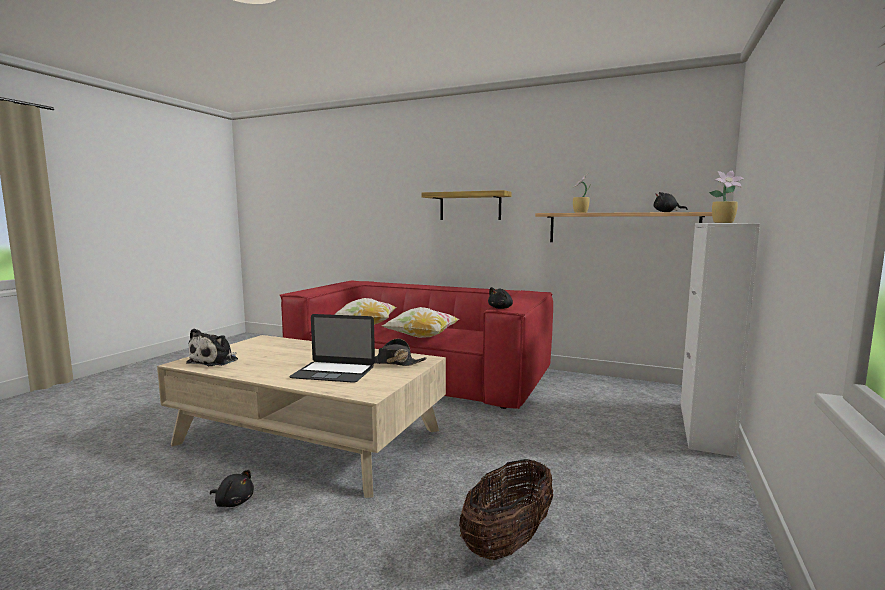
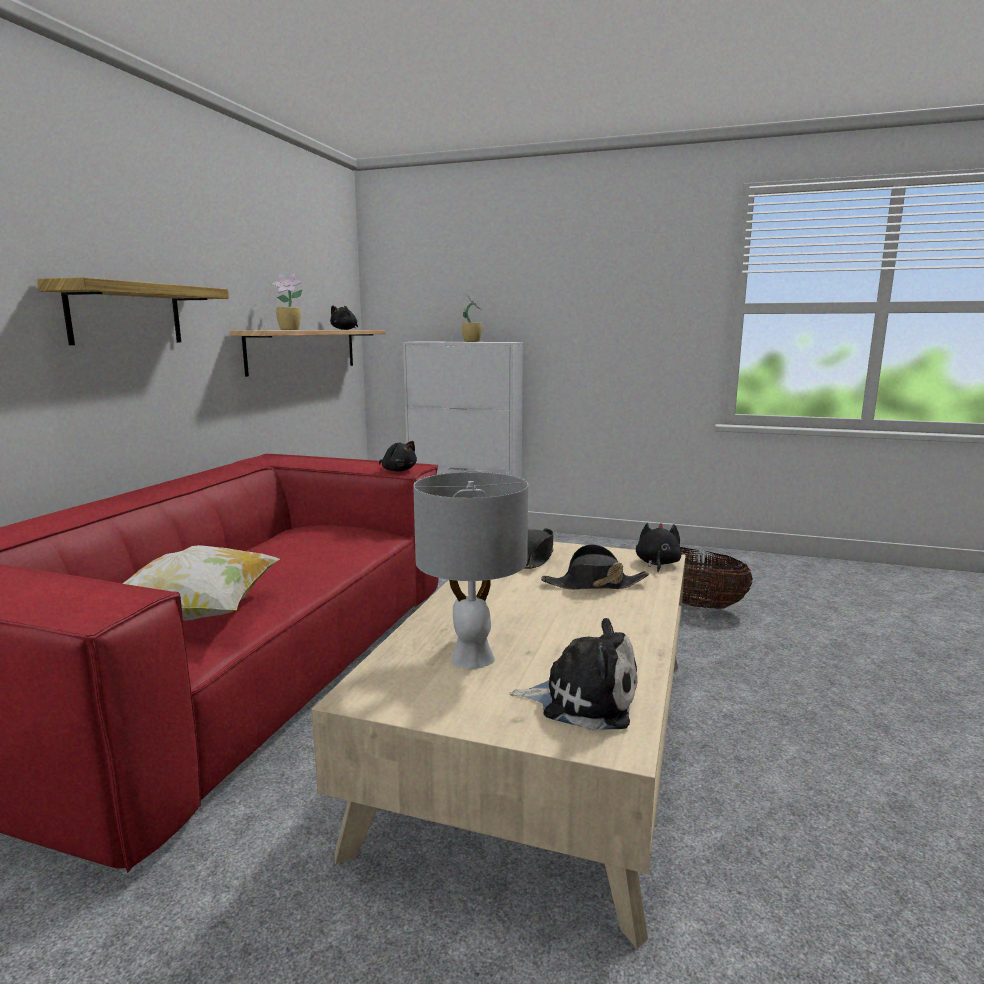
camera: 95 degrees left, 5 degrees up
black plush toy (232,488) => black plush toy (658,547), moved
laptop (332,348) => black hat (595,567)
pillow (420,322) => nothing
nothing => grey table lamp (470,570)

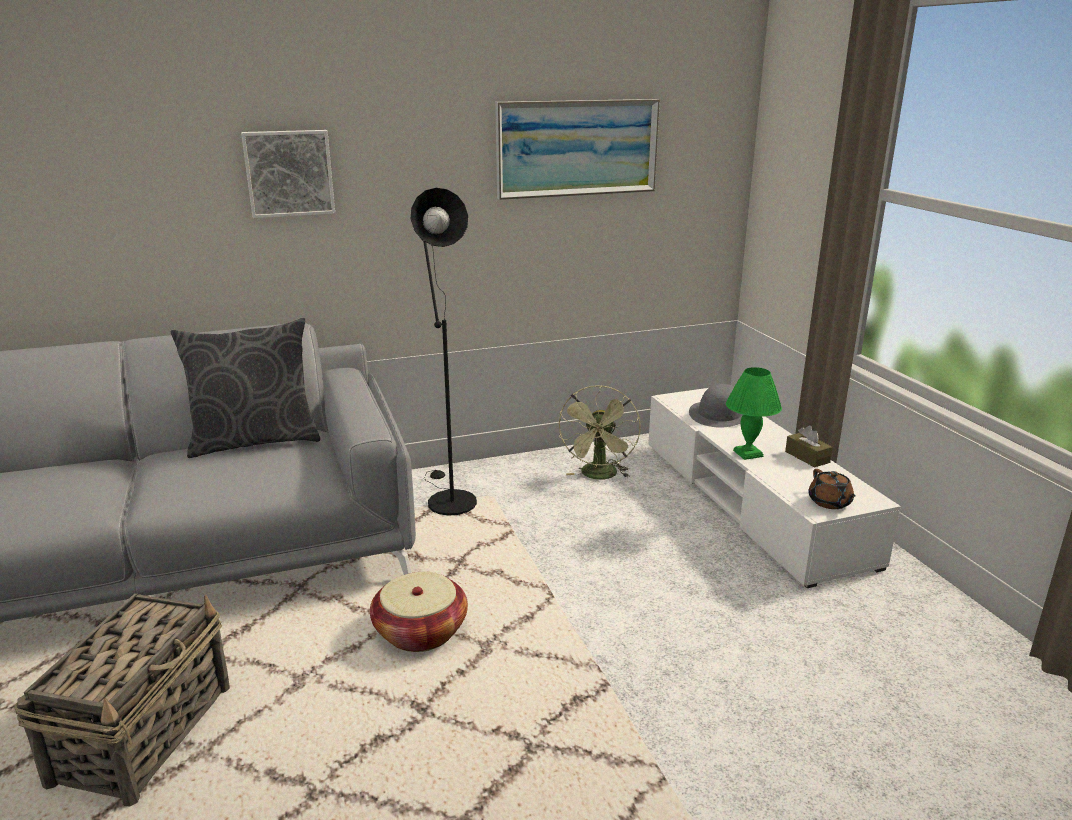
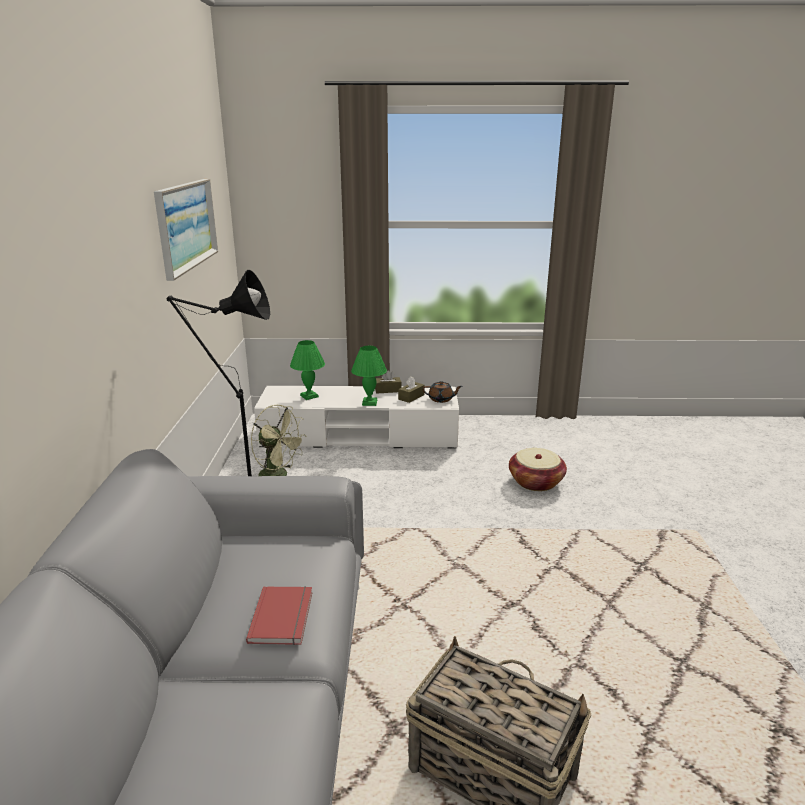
camera: 70 degrees left, 0 degrees up
grey pillow (245,388) => nothing
picture (288,174) => nothing
basket (419,612) => basket (538,469), moved
grey hat (716,405) => green table lamp (307,370)
nothing => red book (279,615)
nothing => brown tissue box (411,390)

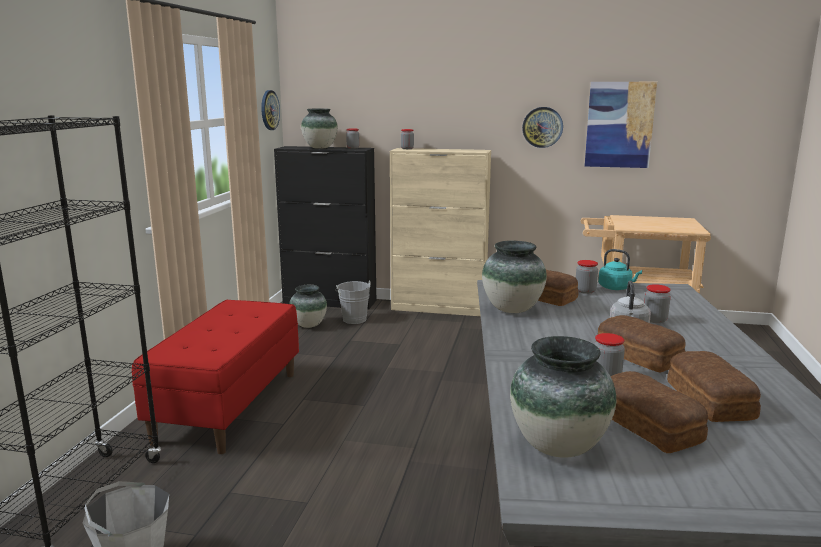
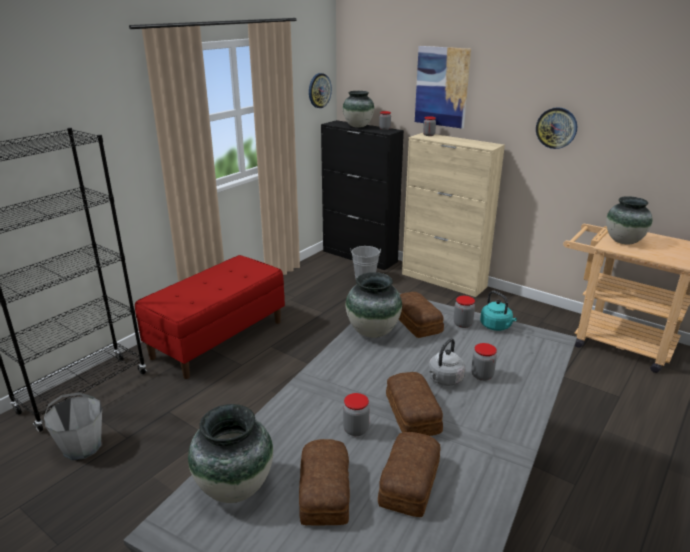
camera: 25 degrees right, 10 degrees up
vase (308,306) => vase (629,220), moved
picture (621,125) => picture (443,87), moved

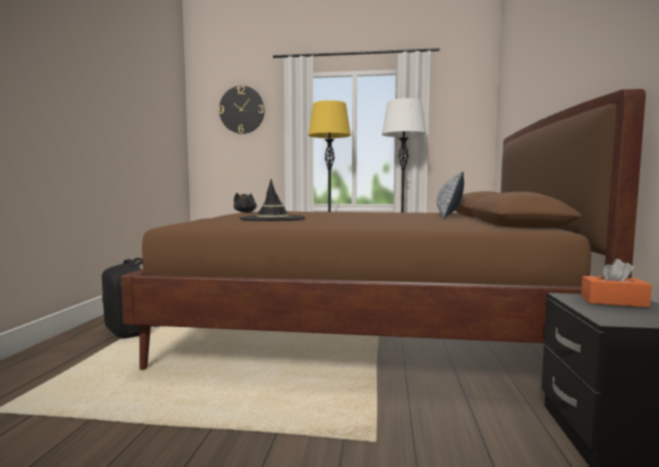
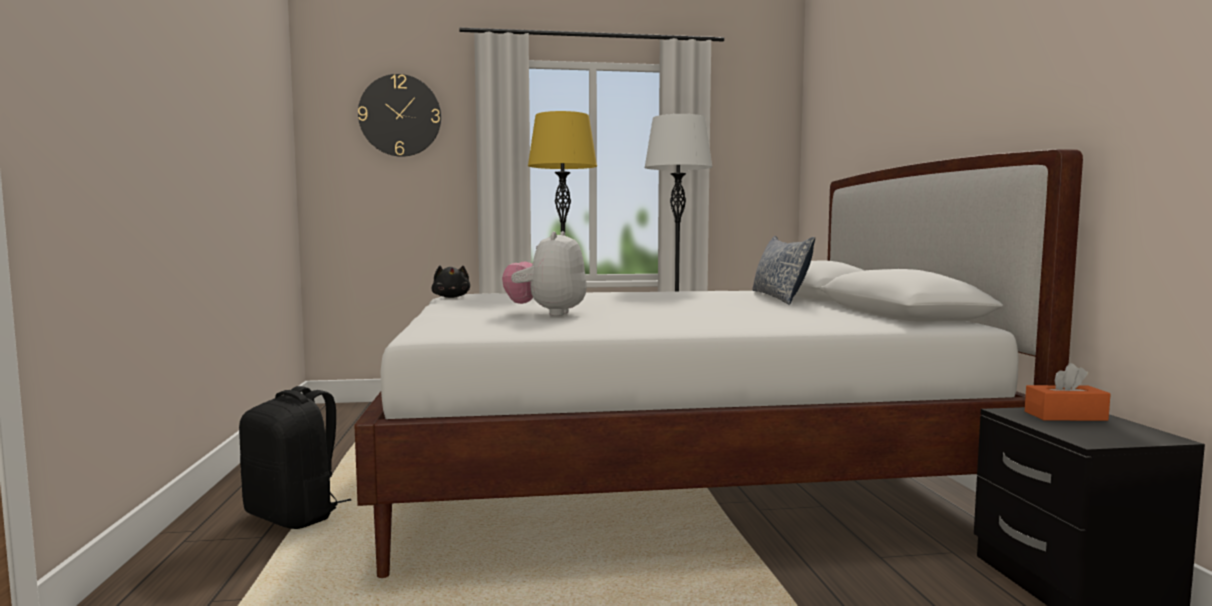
camera: 15 degrees left, 0 degrees up
brown bed (383,229) => white bed (718,363)
black hat (272,200) => plush toy (544,273)

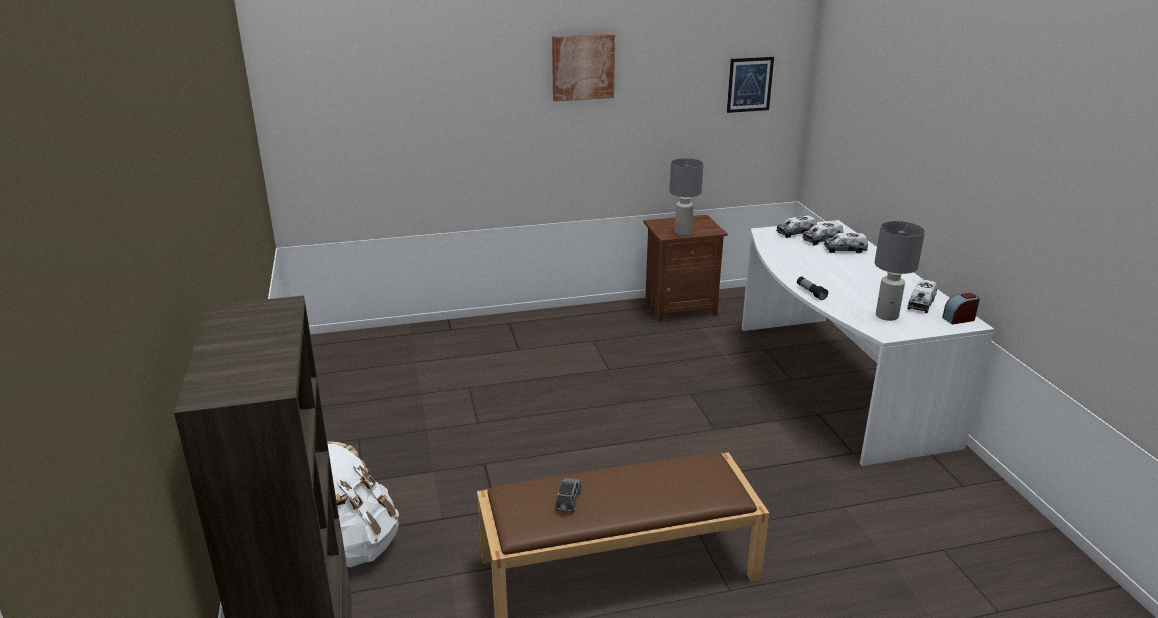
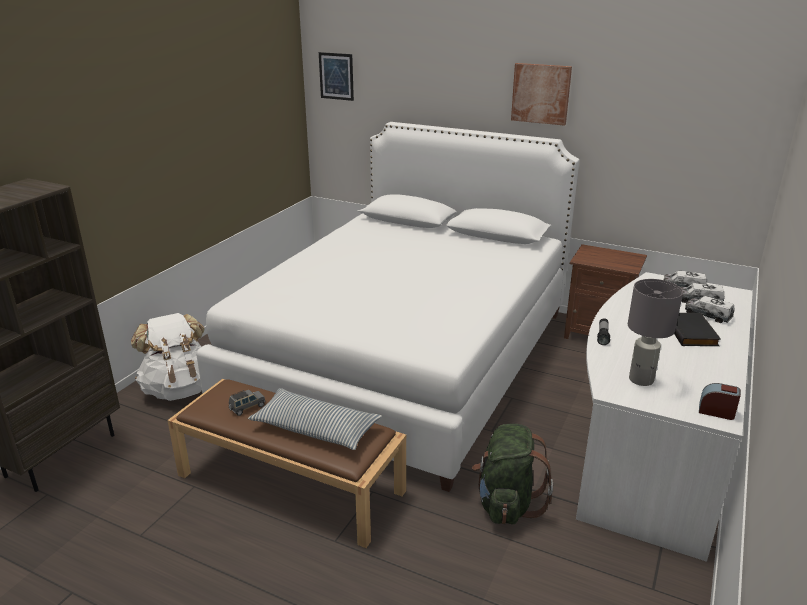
camera: 40 degrees right, 0 degrees up
grey table lamp (686,197) => nothing
picture (750,85) => picture (336,76), moved
toy truck (922,296) => nothing
nothing => white bed (387,307)
nothing => pillow (315,419)
nothing => green backpack (512,474)
nothing => black book (697,329)

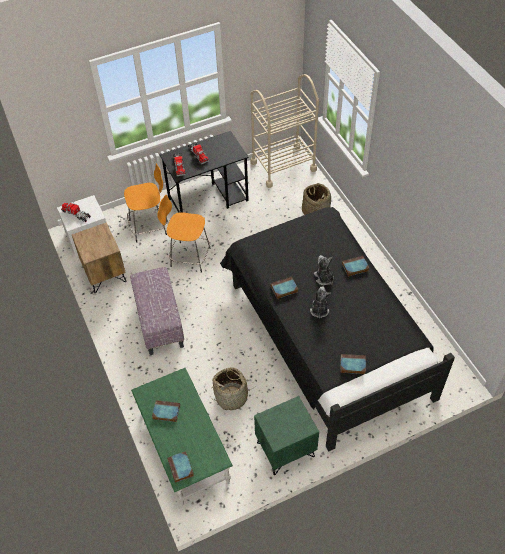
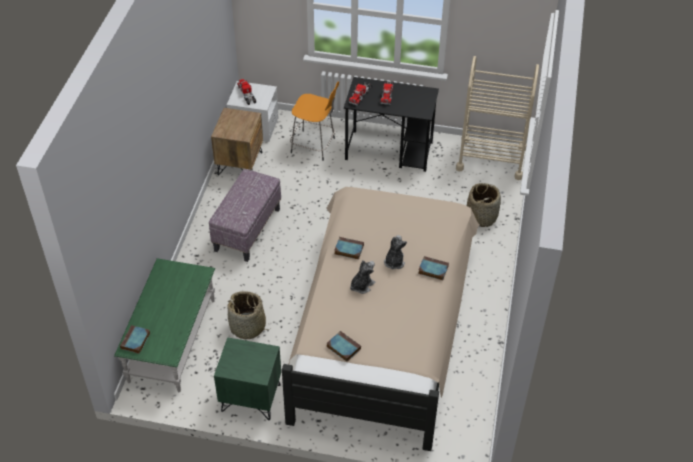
camera: 35 degrees right, 5 degrees down
book (166,411) => nothing
orange stool (183,234) => nothing
black bed (337,329) => beige bed (381,319)

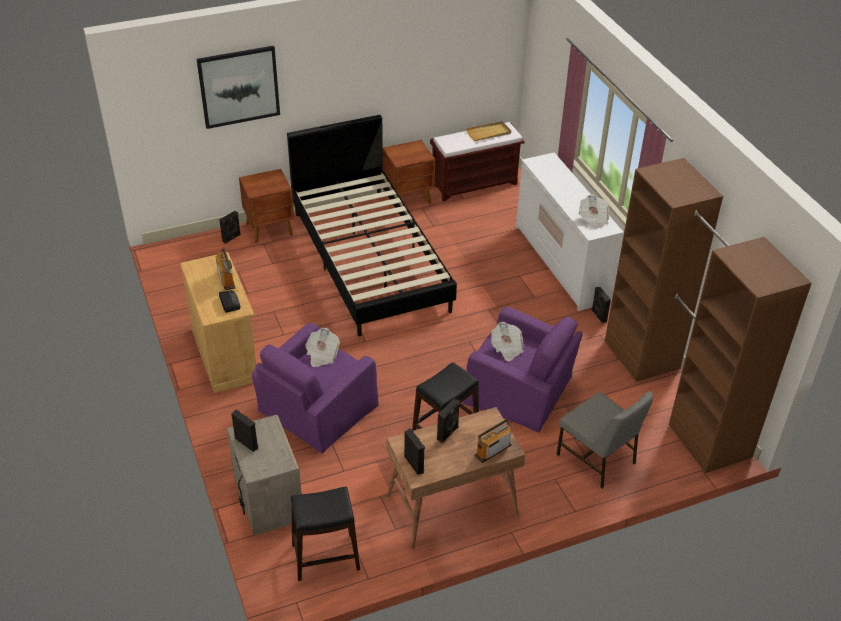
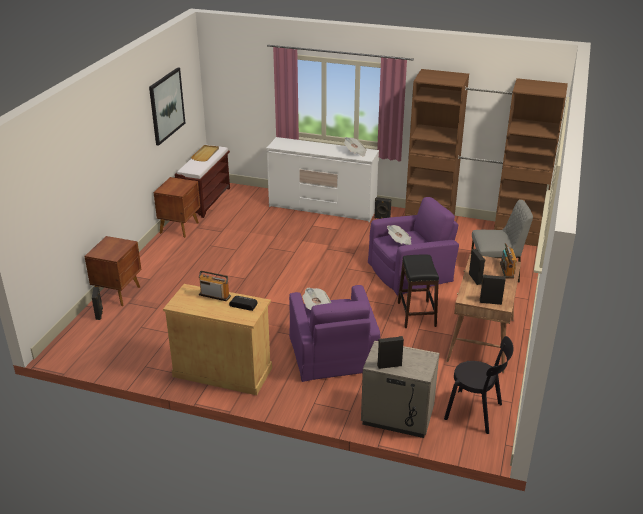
camera: 50 degrees left, 10 degrees down
picture (238,87) => picture (167,106), moved
black bed (372,226) => nothing
black stool (325,534) => black chair (478,385)

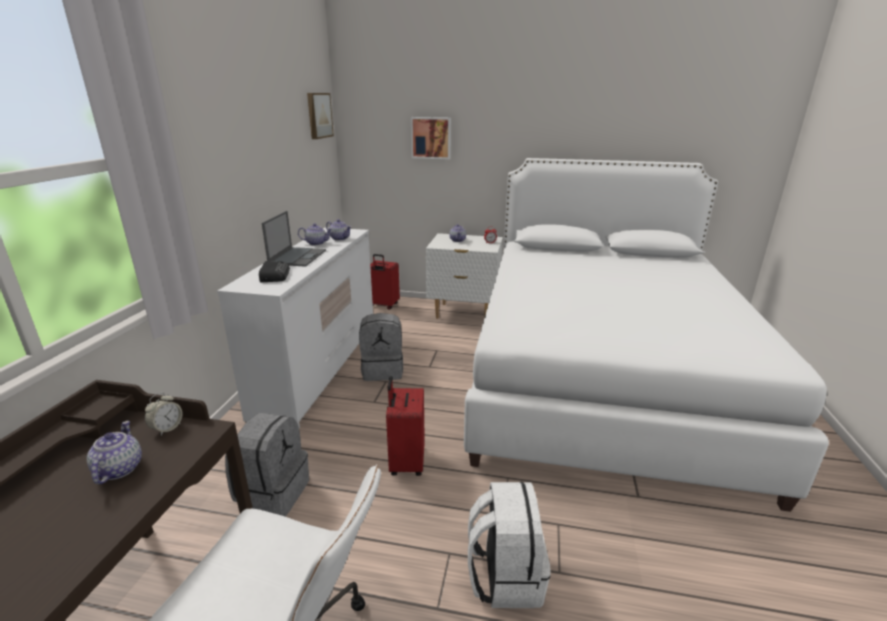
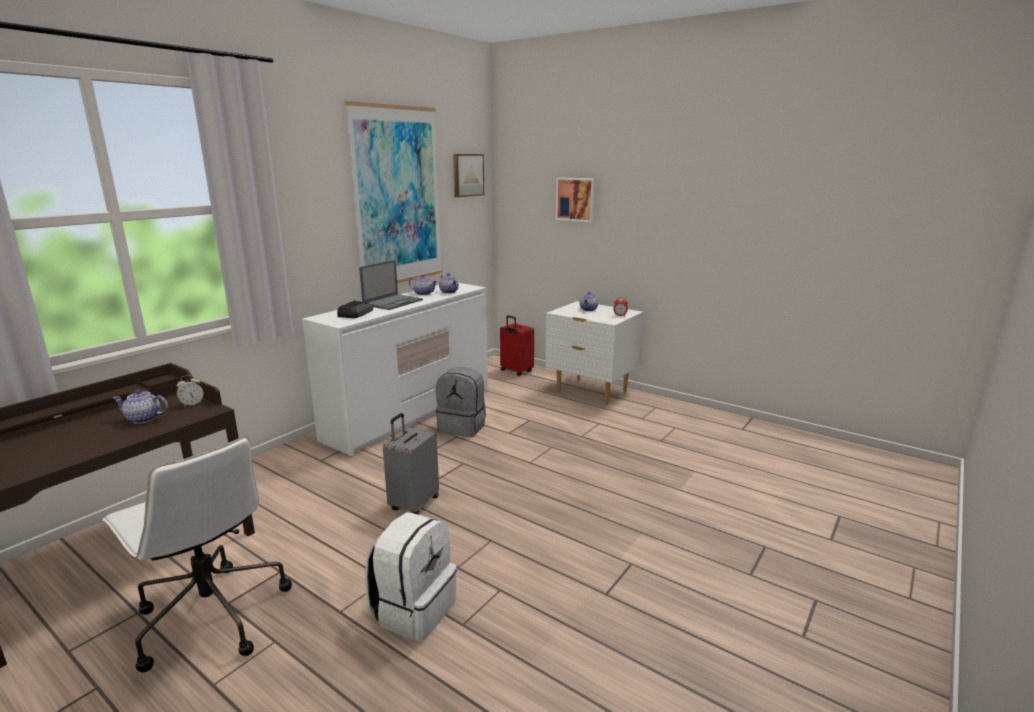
camera: 25 degrees right, 5 degrees down
teapot (114,453) => teapot (140,406), 105 degrees counterclockwise
grey backpack (267,464) => nothing
red suitcase (405,426) => grey suitcase (411,464)
white bed (646,335) => nothing
nothing => picture (394,192)

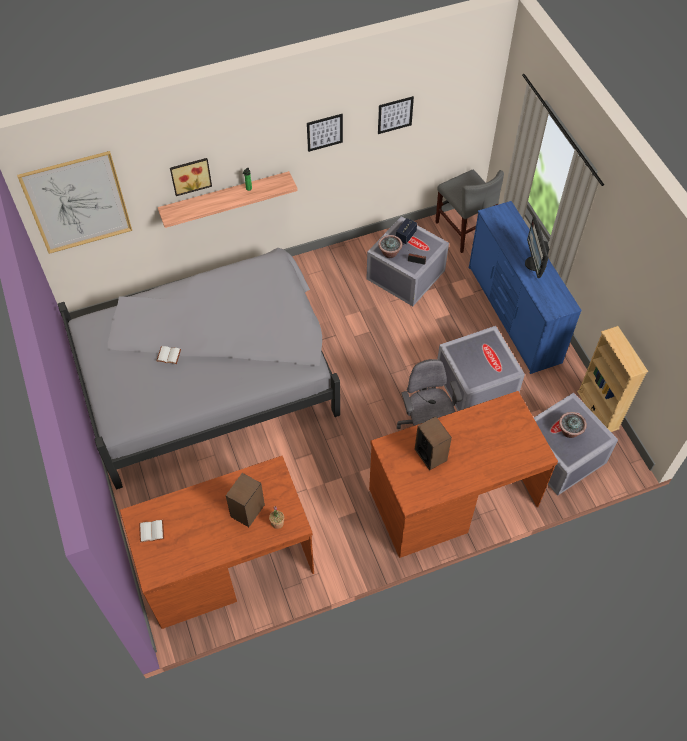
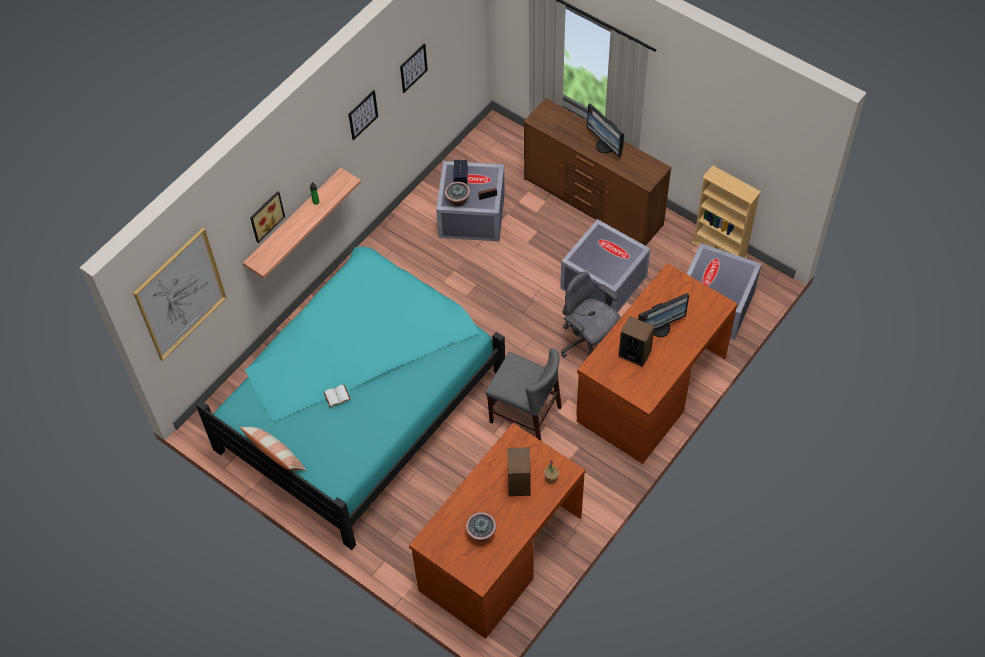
camera: 30 degrees left, 0 degrees up
grey bed (199,369) => turquoise bed (350,398)
white book (151,531) => nothing
grey chair (469,211) => grey chair (524,394), moved
blue dresser (525,287) => brown dresser (597,172)
potted plant (573,425) => potted plant (481,527), moved
nothing => pillow (273,449)
nothing => monitor (663,315)

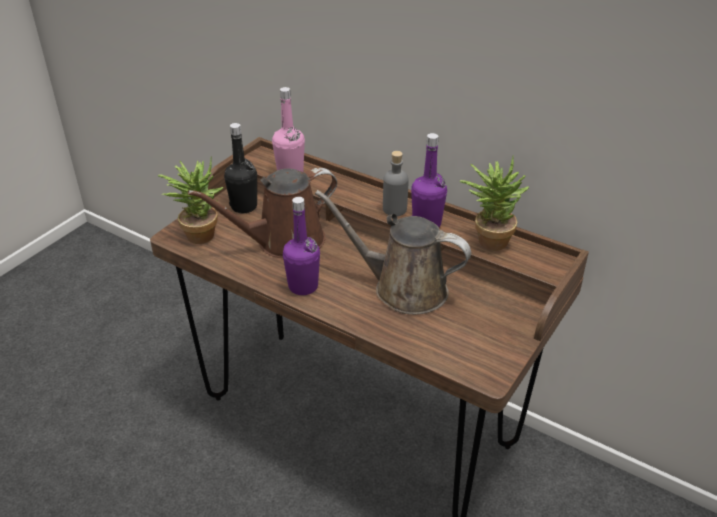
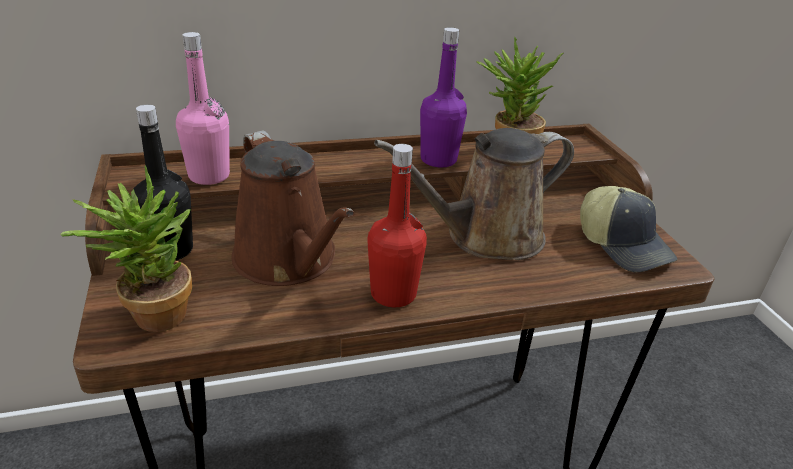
camera: 50 degrees left, 5 degrees down
brown watering can (262,213) => brown watering can (293,208), 45 degrees counterclockwise
purple bottle (301,246) => red bottle (397,225)
grey bottle (396,183) => nothing
nothing => cap (628,229)

